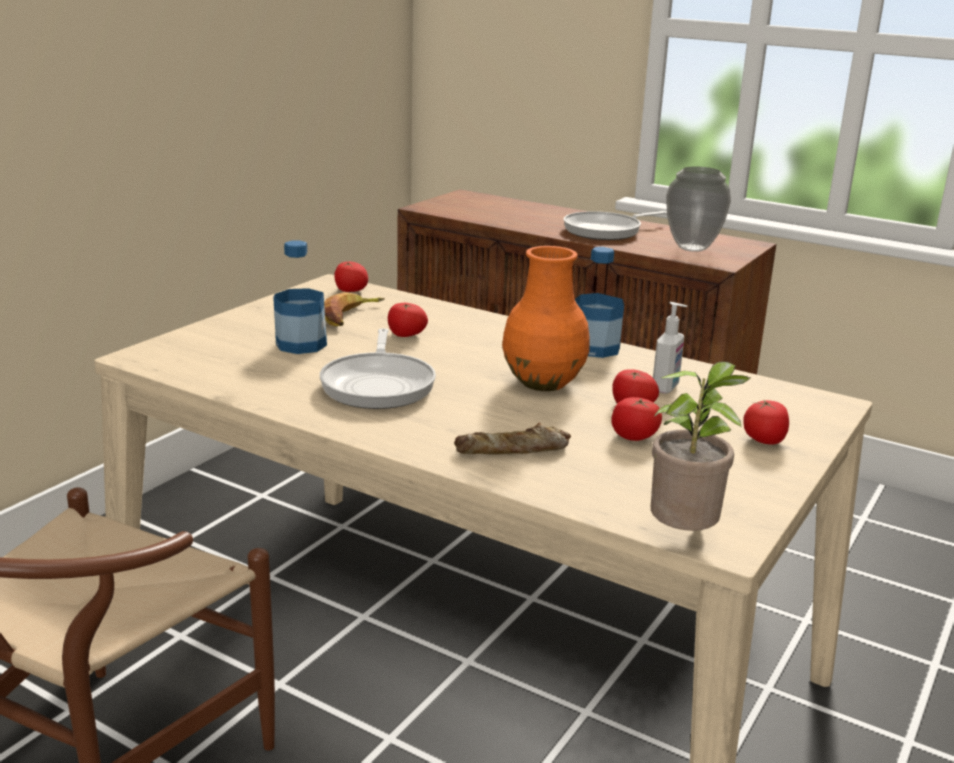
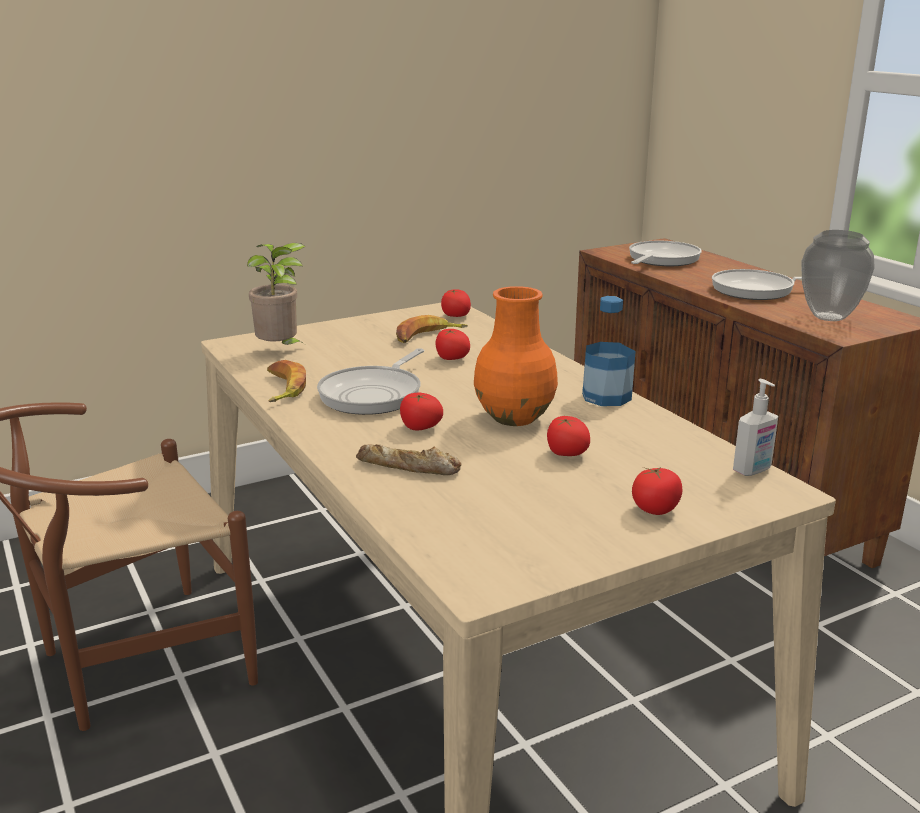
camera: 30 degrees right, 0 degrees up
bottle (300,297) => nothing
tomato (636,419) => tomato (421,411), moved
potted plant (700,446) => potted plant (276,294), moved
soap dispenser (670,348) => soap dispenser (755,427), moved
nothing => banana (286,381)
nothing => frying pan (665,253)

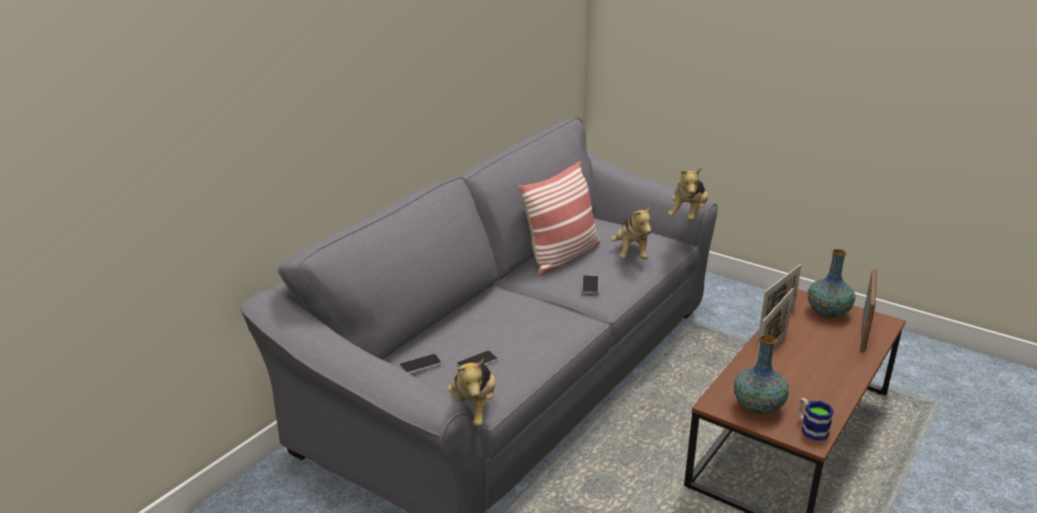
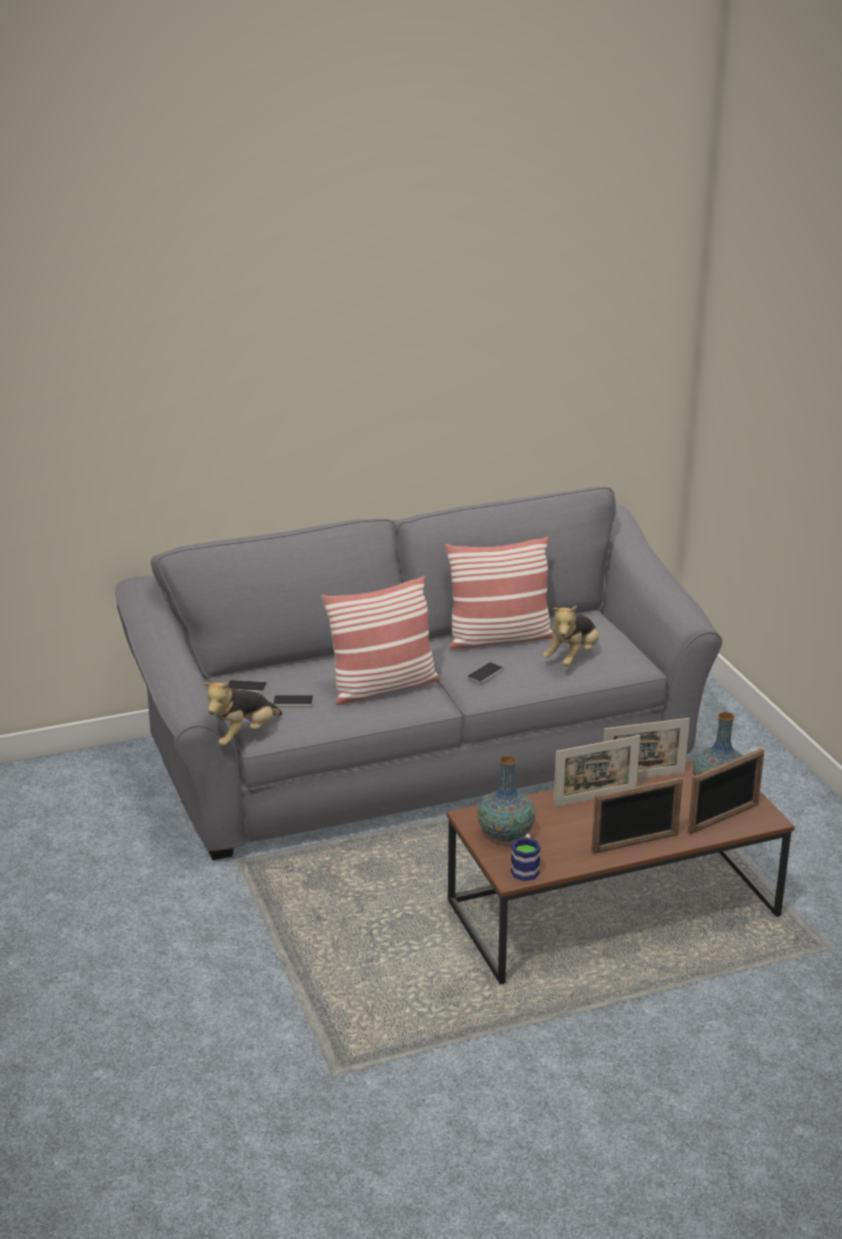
camera: 35 degrees right, 0 degrees up
plush toy (688,194) => nothing
nothing => pillow (380,640)
nothing => picture frame (637,815)

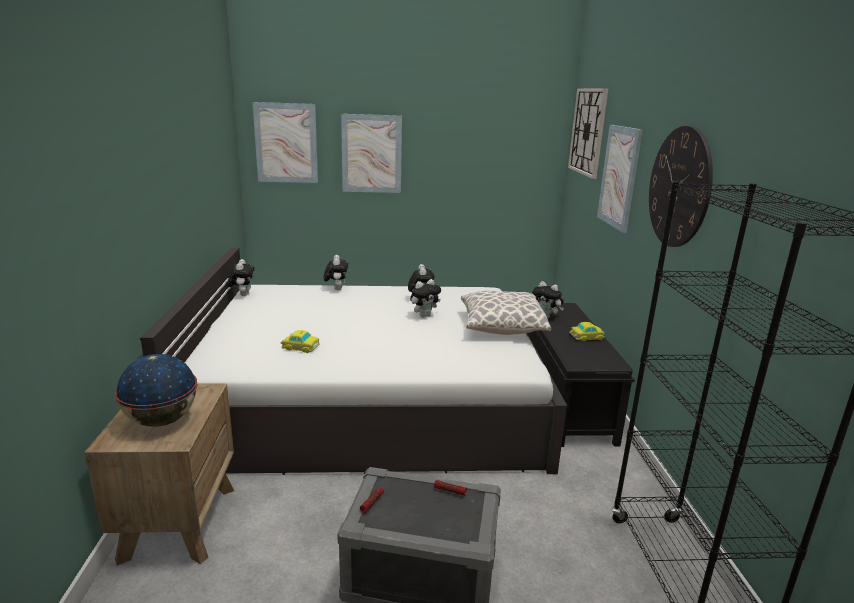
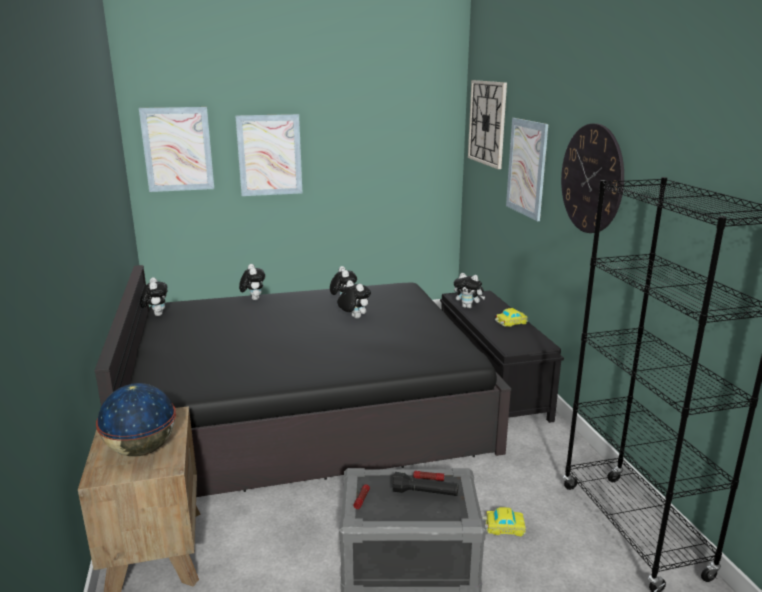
camera: 10 degrees left, 0 degrees up
white bed (353,361) => black bed (303,381)
toy car (300,341) => toy car (504,521), moved
plush toy (425,298) => plush toy (354,299), 90 degrees counterclockwise
pillow (506,313) => nothing
nothing => black flashlight (426,484)

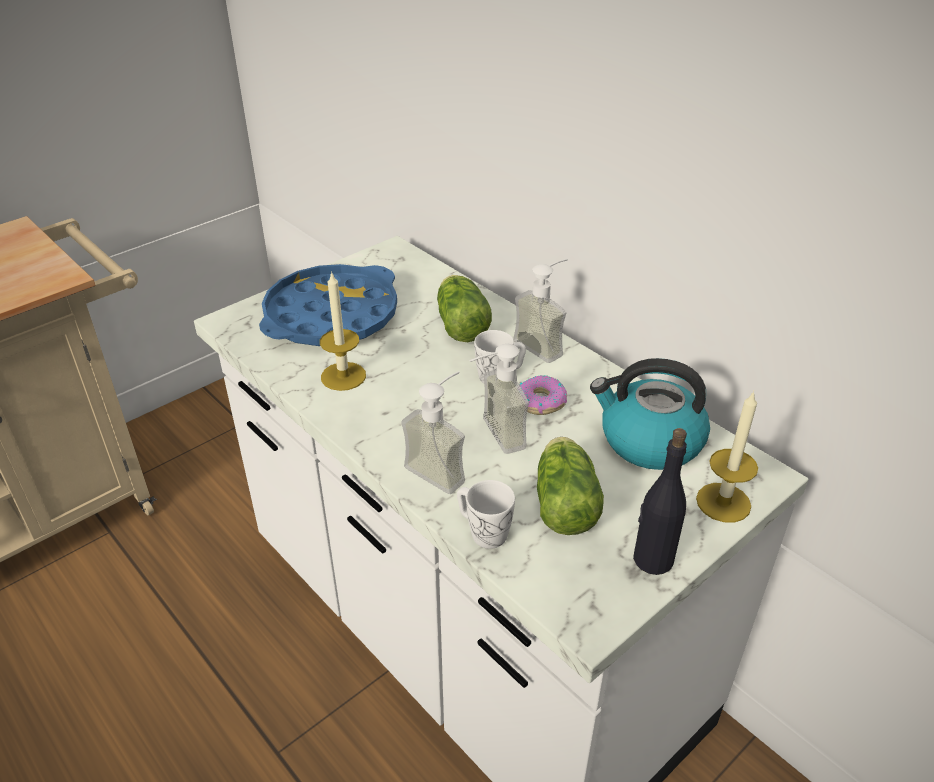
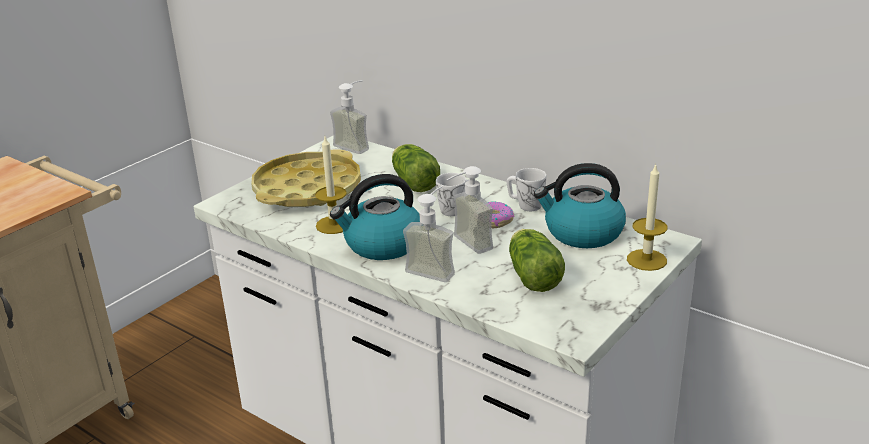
camera: 10 degrees left, 10 degrees down
blue tray (328,305) => yellow tray (306,178)
white mug (486,514) => white mug (526,189), moved
soap dispenser (540,311) => soap dispenser (349,117), moved
black bottle (660,501) => nothing
nothing => kettle (375,217)

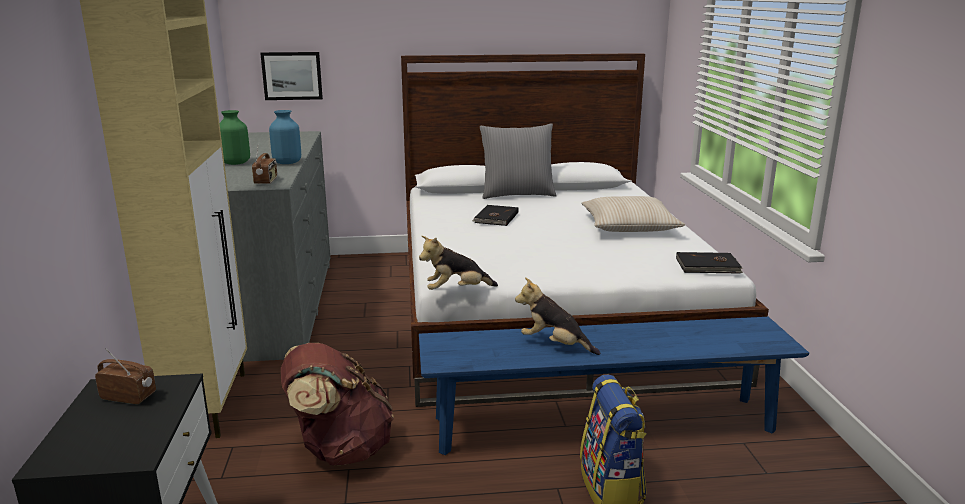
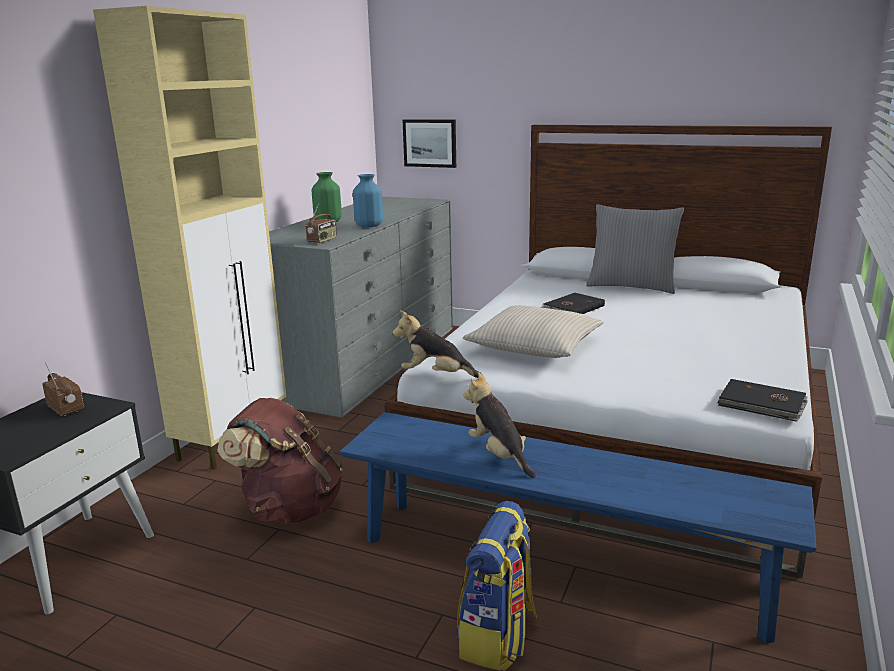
camera: 30 degrees right, 0 degrees up
beige pillow (633,214) => beige pillow (533,331), moved

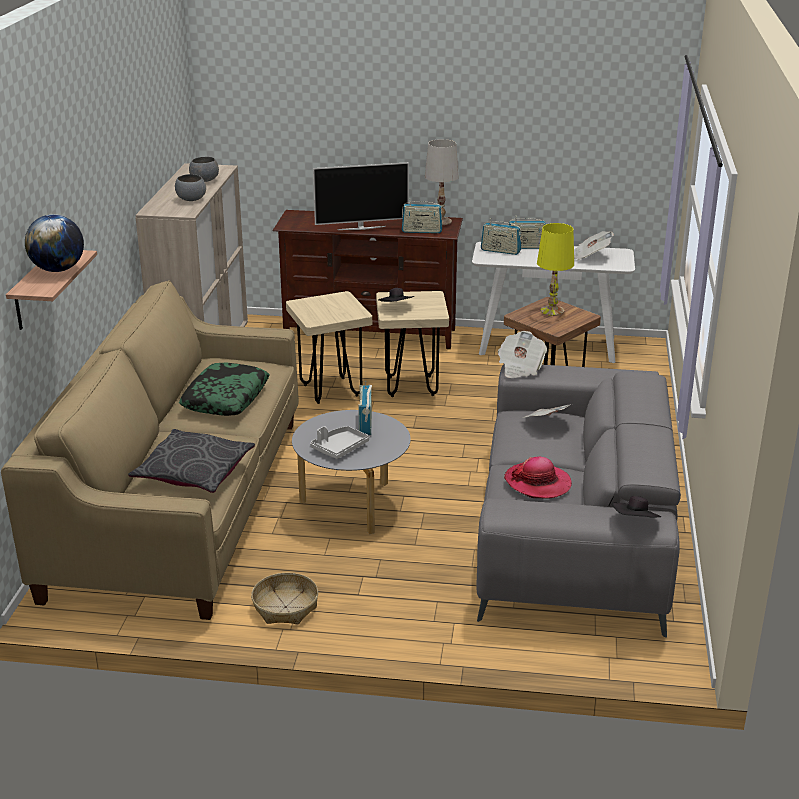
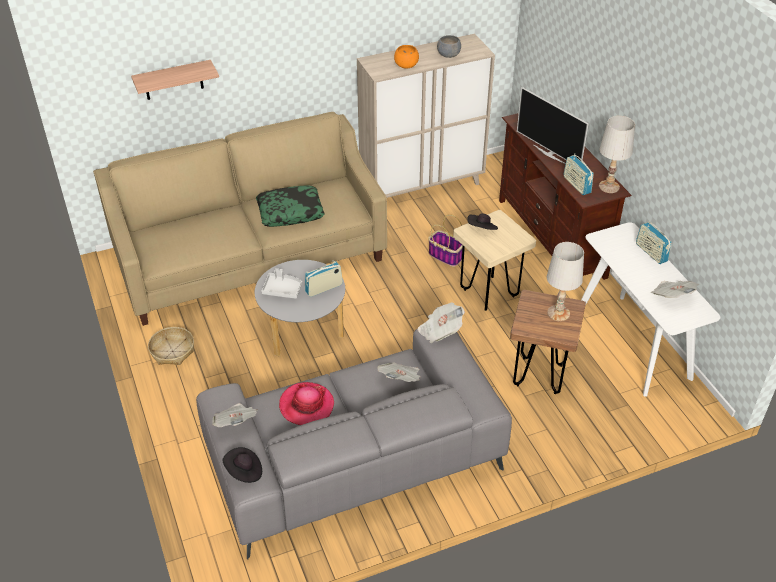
camera: 60 degrees right, 15 degrees up
globe (54,243) => nothing
grey pillow (191,461) => nothing
grey bowl (190,187) => orange bowl (406,56)
beige stool (329,347) => basket (445,240)
radio (501,236) => nothing
yellow table lamp (555,269) => white table lamp (565,281)
nothing => newspaper (234,415)

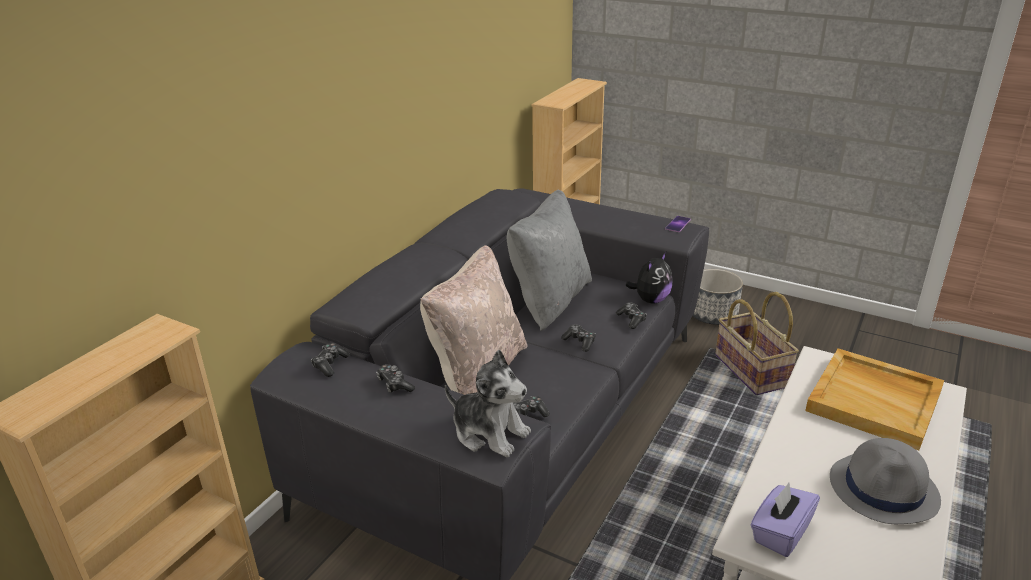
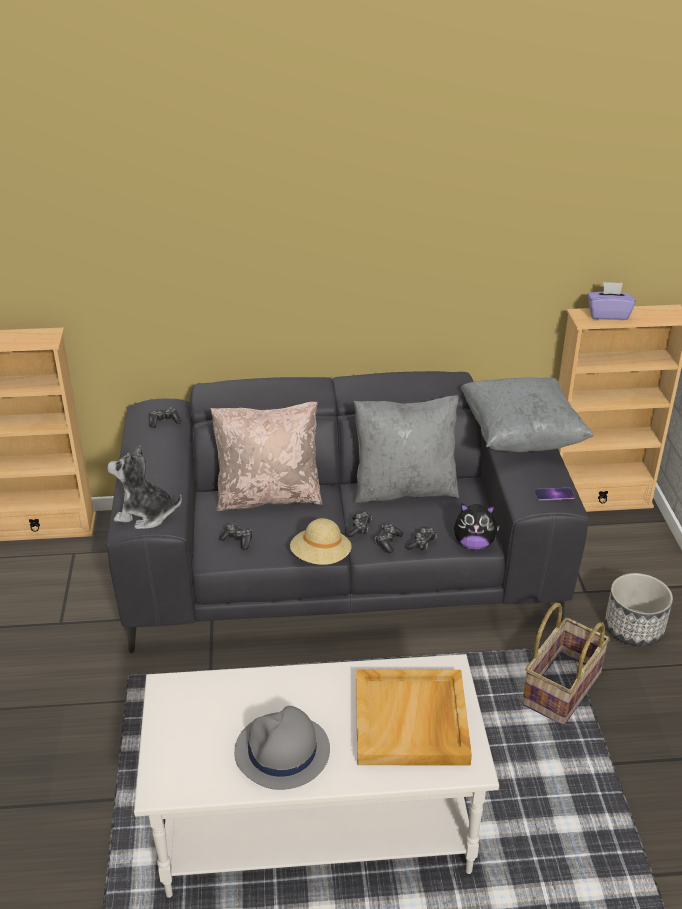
camera: 55 degrees right, 5 degrees up
game controller (395,378) => game controller (389,538), moved
plush toy (488,403) => plush toy (144,487), 105 degrees clockwise
purple tissue box (785,520) => purple tissue box (611,301), moved
nothing => beige hat (321,541)
nothing => grey pillow (527,414)

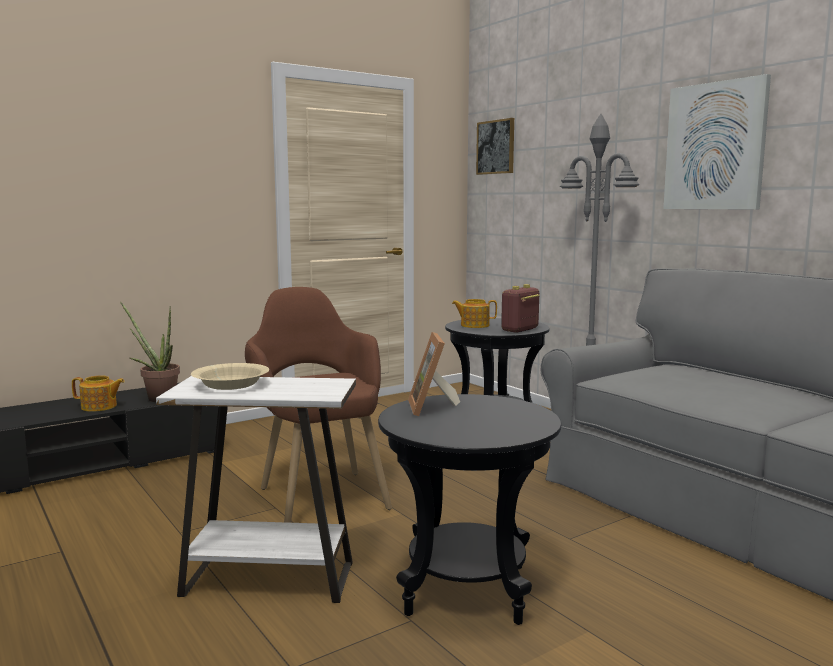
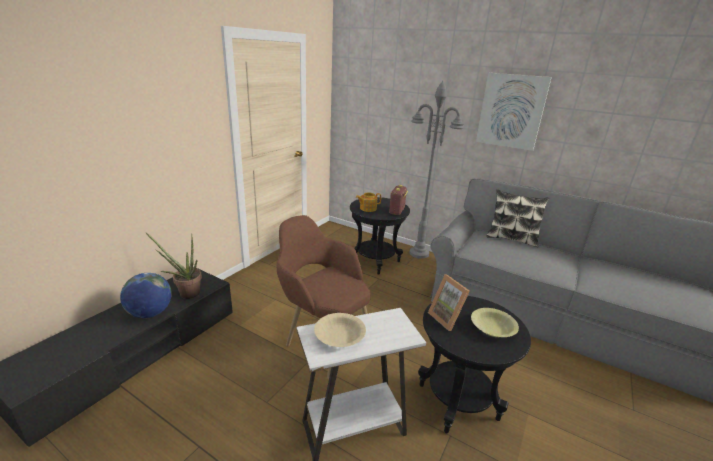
camera: 25 degrees left, 15 degrees up
teapot (98,394) => globe (146,295)
picture (495,146) => nothing
nothing => yellow bowl (495,322)
nothing => pillow (517,218)

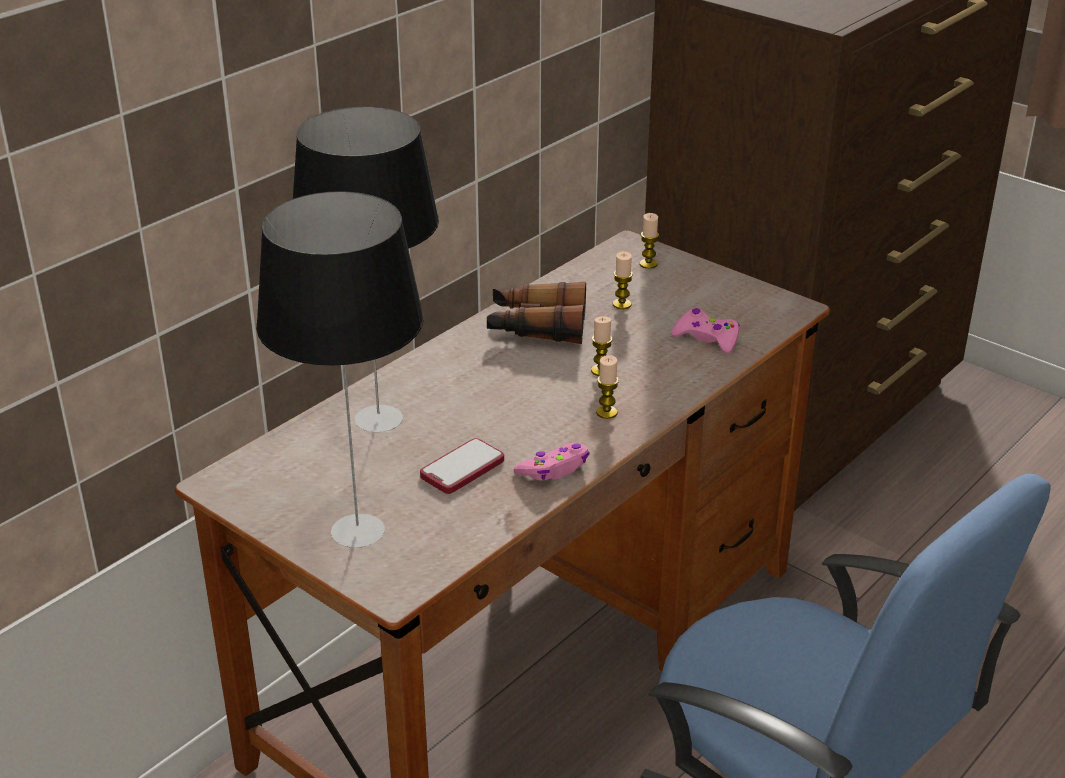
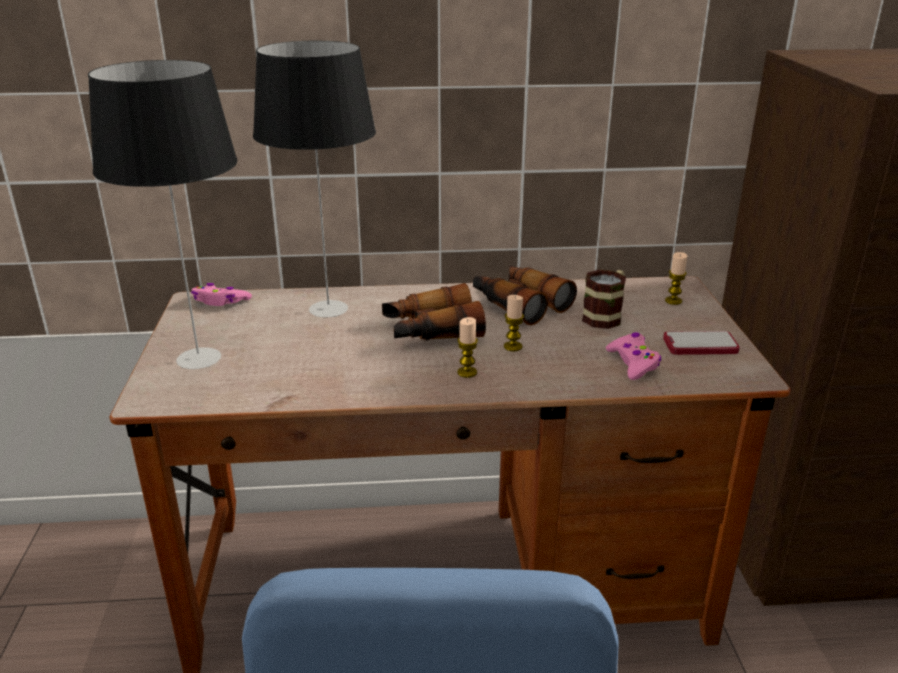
camera: 45 degrees right, 5 degrees down
phone (462,466) => phone (701,343), moved
pink game controller (551,461) => pink game controller (221,294), moved
candle (623,280) => mug (604,299)
nothing => binoculars (434,311)

